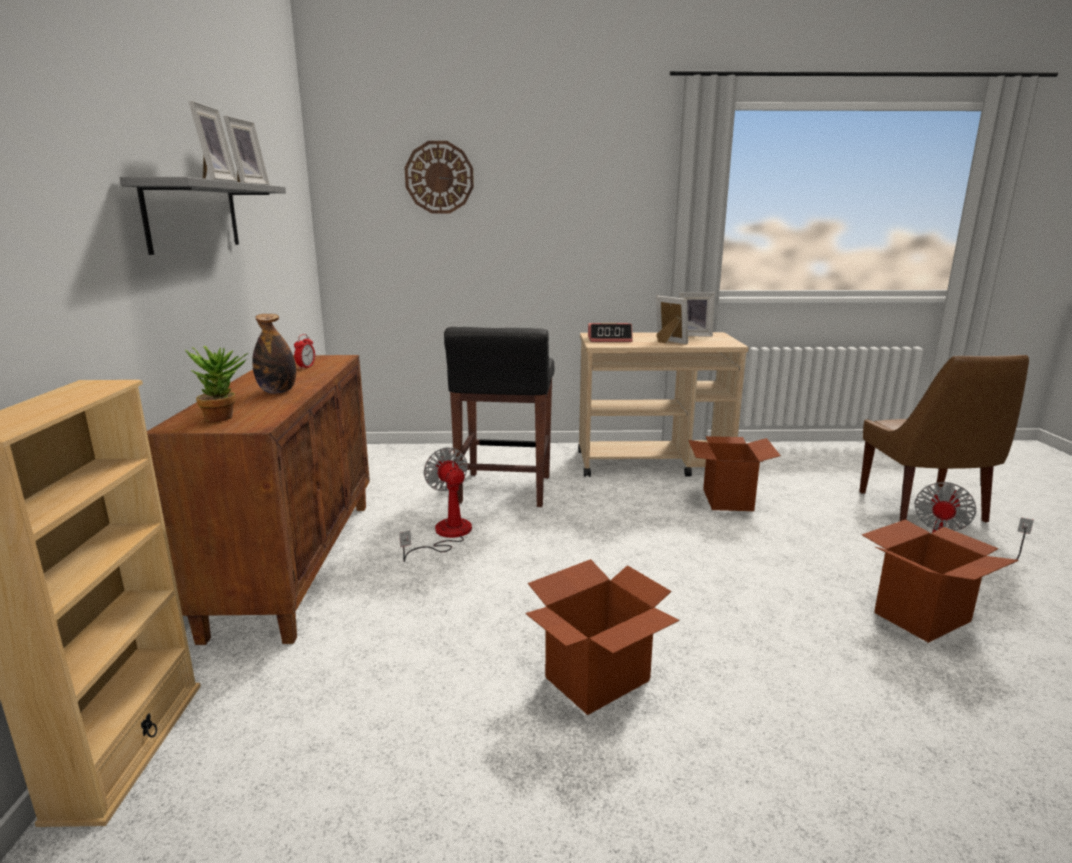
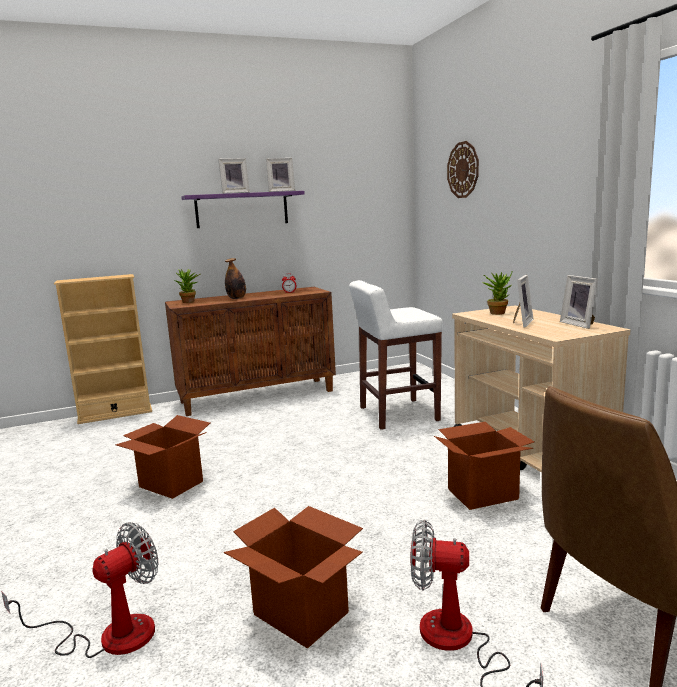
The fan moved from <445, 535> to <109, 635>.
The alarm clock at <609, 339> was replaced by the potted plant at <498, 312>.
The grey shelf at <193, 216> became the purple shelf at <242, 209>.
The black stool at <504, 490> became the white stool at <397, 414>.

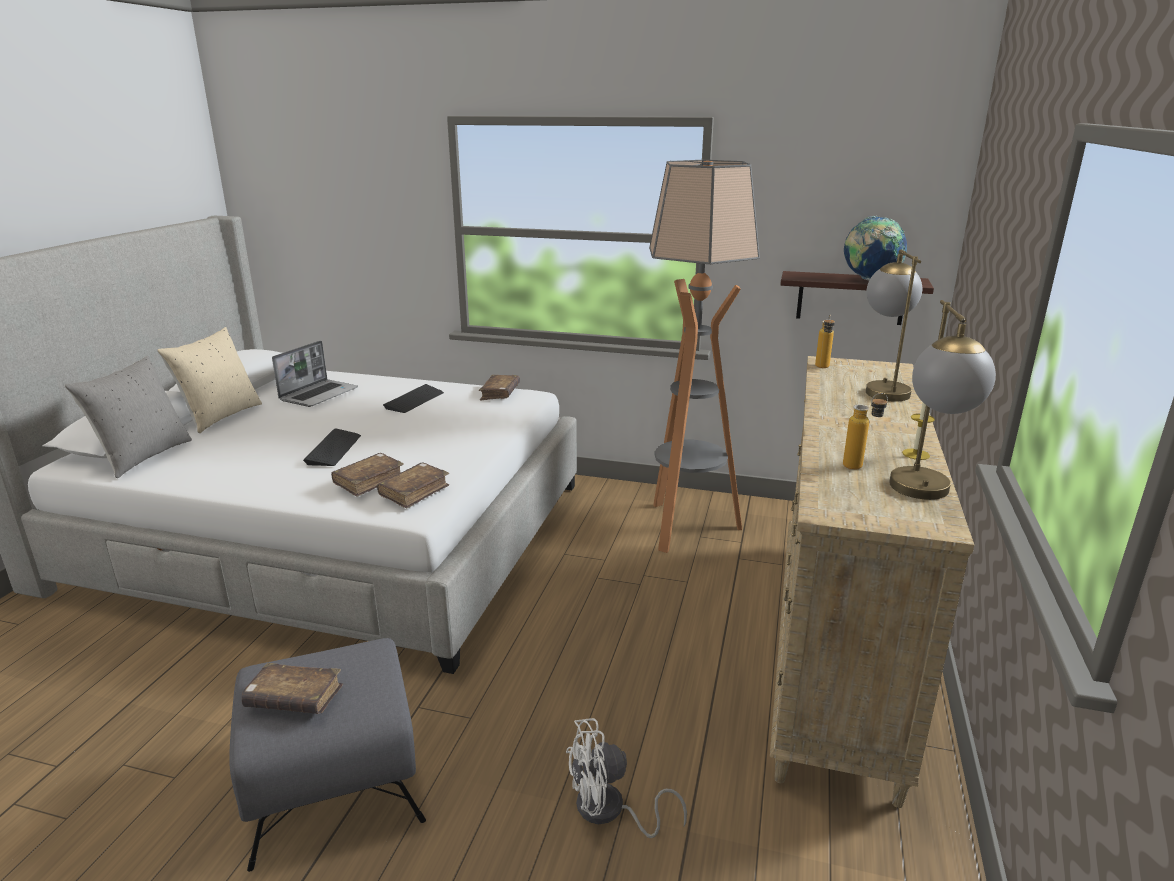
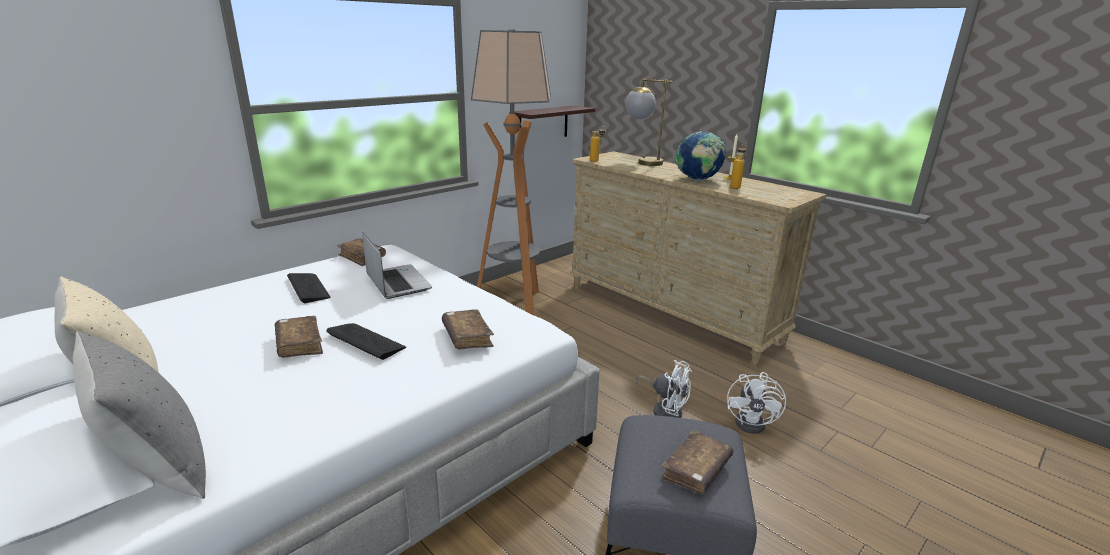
The table lamp at <924, 496> disappeared.
The white fan at <664, 409> appeared.
The laptop moved from <319, 394> to <397, 282>.
The brown book moved from <414, 492> to <299, 344>.
The globe moved from <869, 280> to <698, 180>.

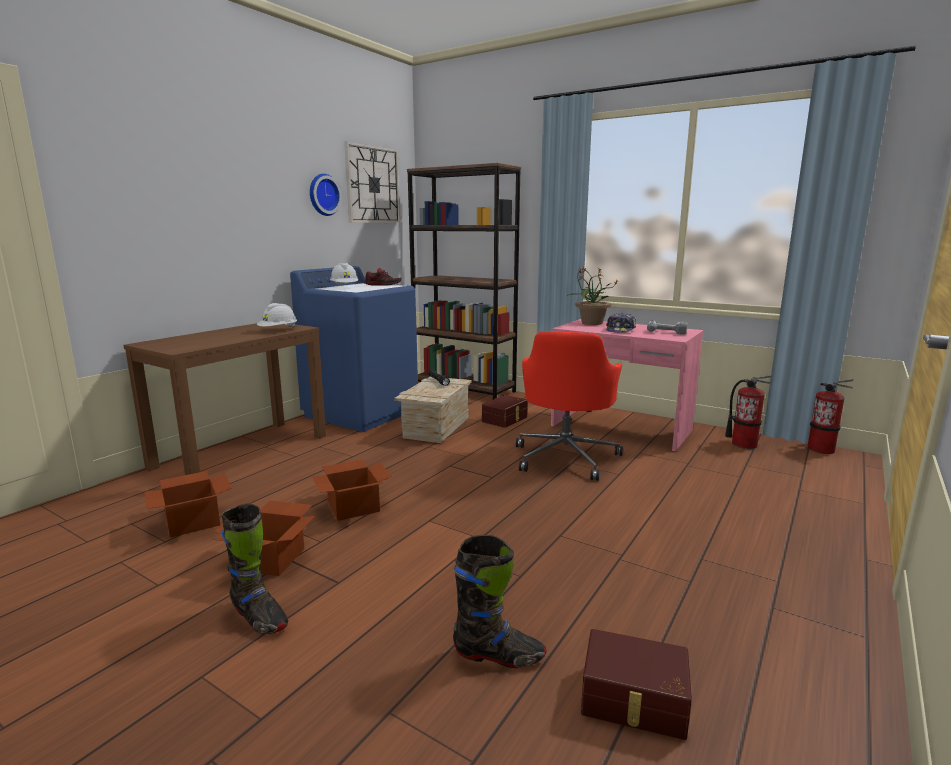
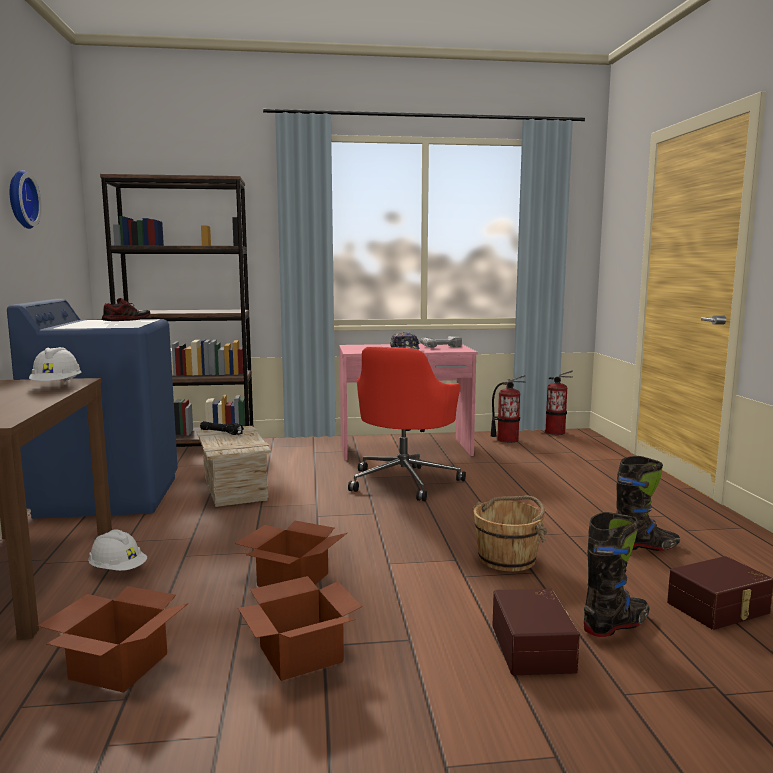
The wall clock at <373, 185> disappeared.
The potted plant at <591, 323> disappeared.
The brown bucket at <508, 558> appeared.
The black boot moved from <259, 617> to <645, 546>.
The white hard hat moved from <345, 287> to <118, 570>.
The brown storage box moved from <505, 419> to <534, 647>.
The red office chair at <566, 457> turned 45 degrees clockwise.

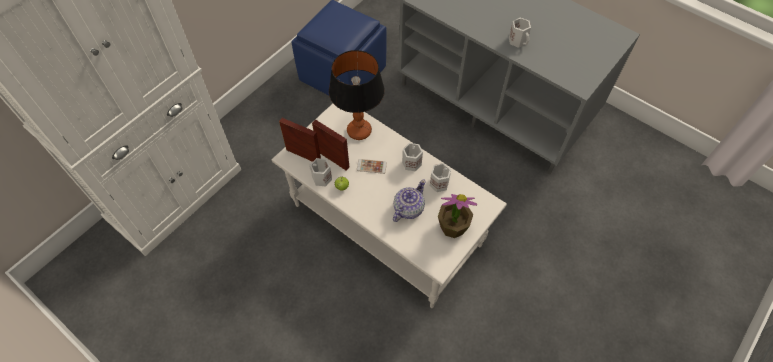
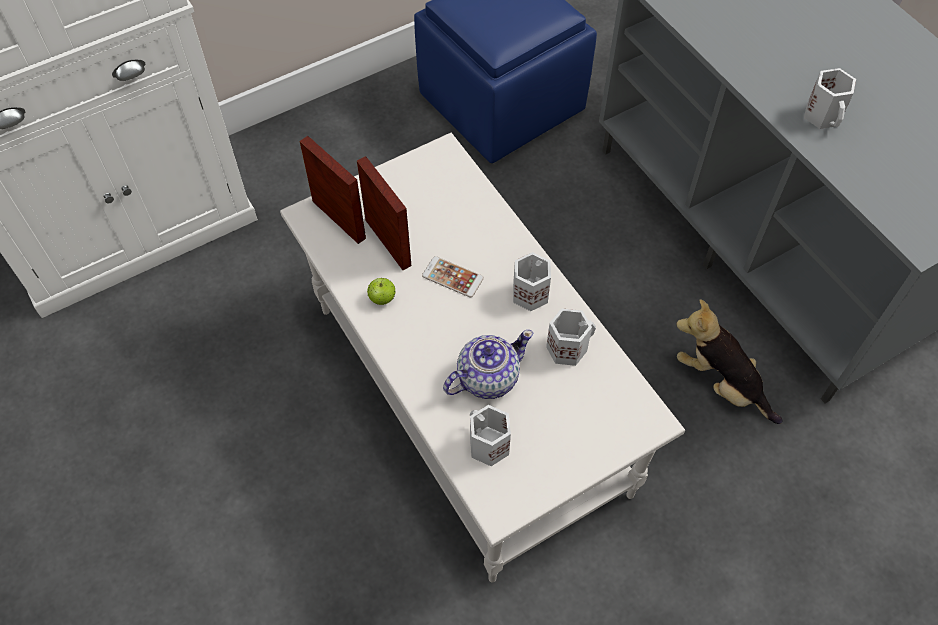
The table lamp at <359, 131> disappeared.
The potted plant at <452, 227> disappeared.
The plush toy at <721, 383> appeared.
The white mug moved from <321, 178> to <487, 445>.

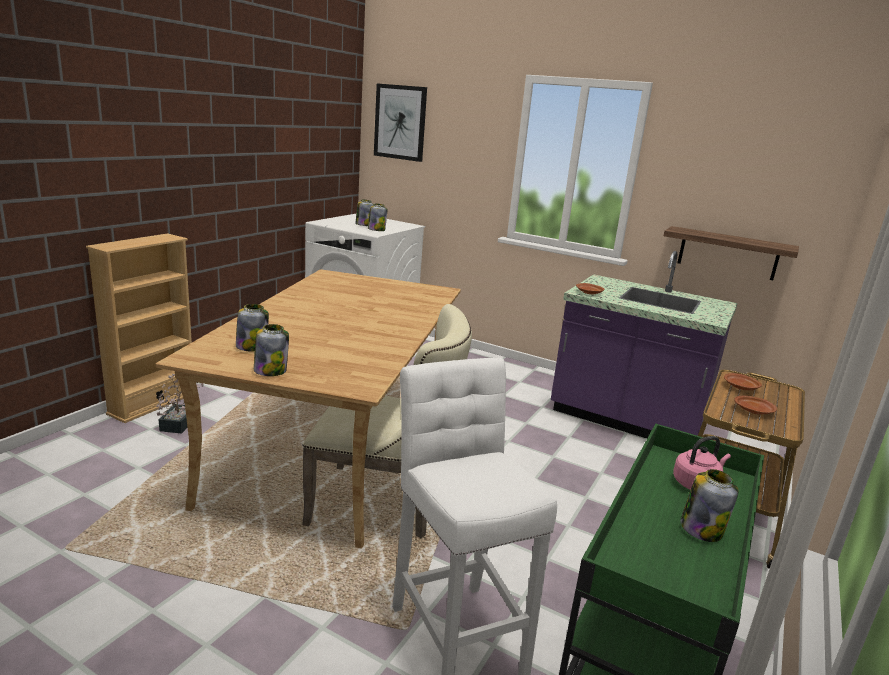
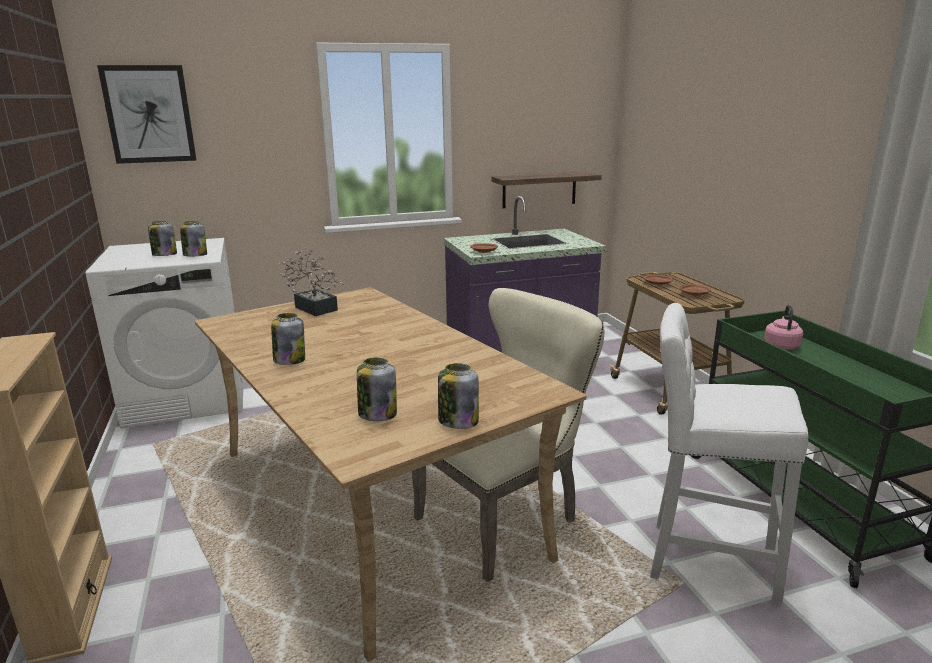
The potted plant moved from <181, 421> to <314, 307>.
The jar moved from <701, 528> to <289, 360>.

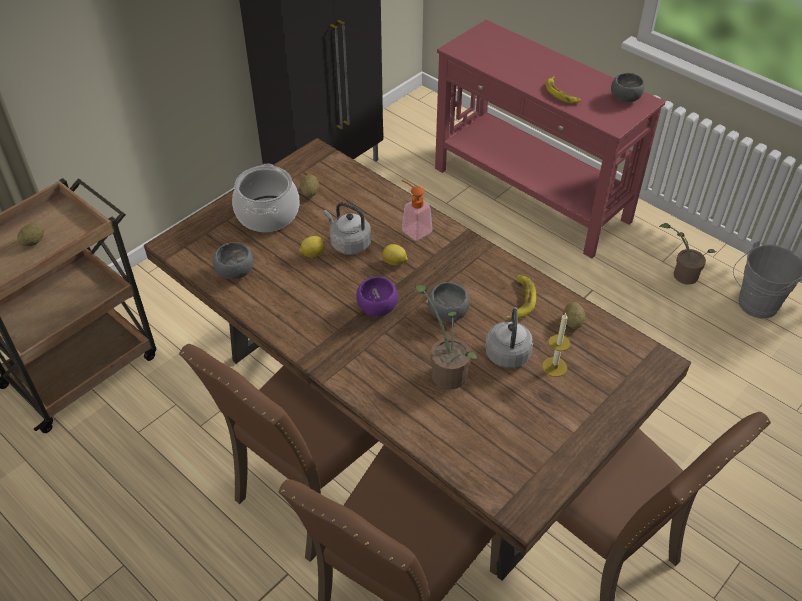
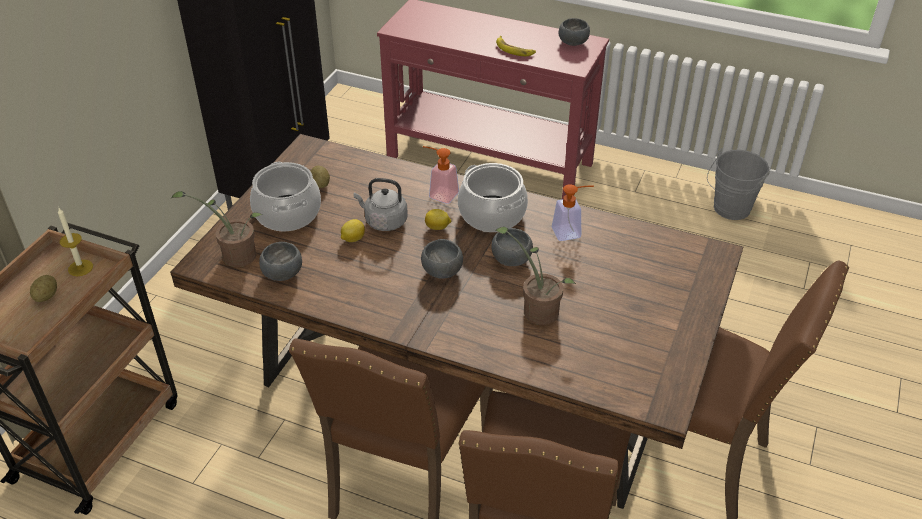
The grey kettle at <507, 352> disappeared.
The potato at <572, 322> disappeared.
The cooking pot at <492, 214> appeared.
The candle moved from <554, 367> to <80, 268>.
The potted plant moved from <681, 274> to <234, 255>.
The banana at <520, 300> was replaced by the soap dispenser at <571, 232>.
The purple bowl at <376, 308> became the grey bowl at <441, 271>.

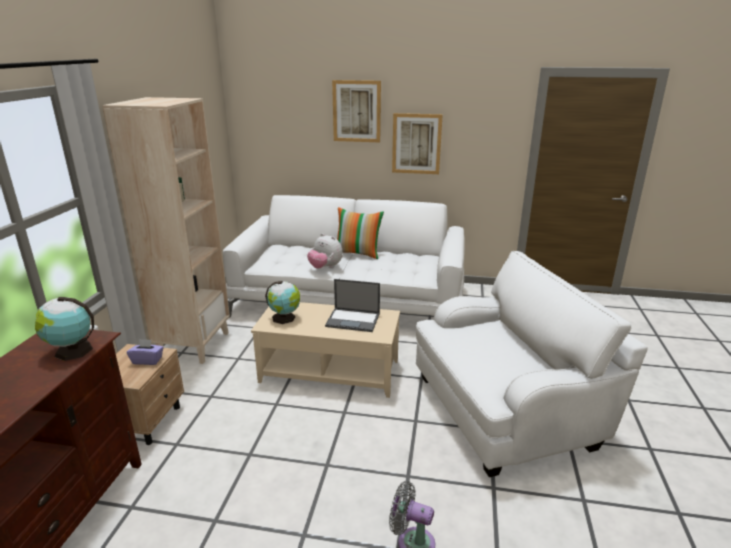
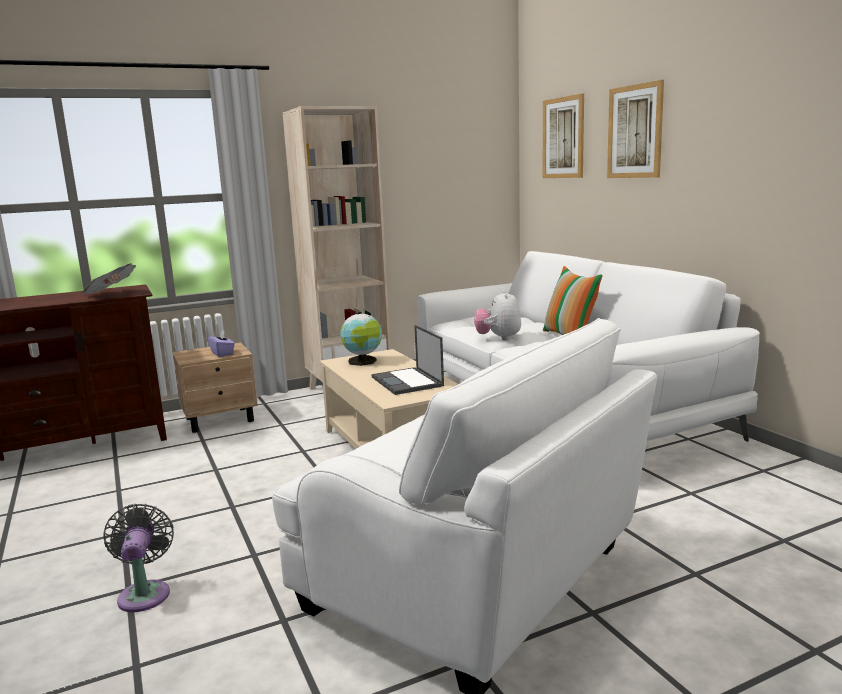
The picture moved from <416, 144> to <563, 138>.
The globe at <71, 351> was replaced by the newspaper at <110, 294>.

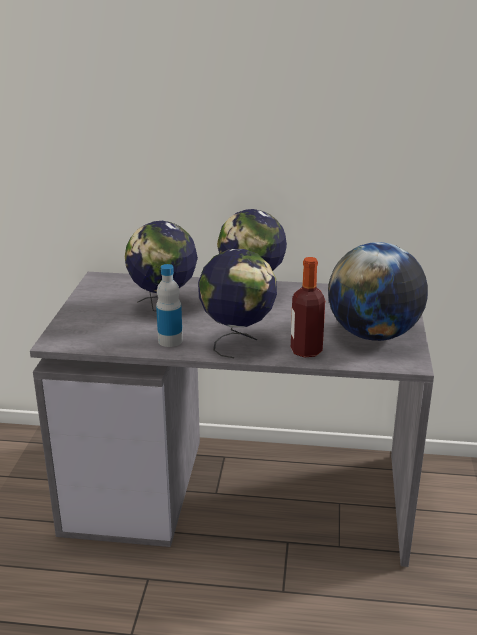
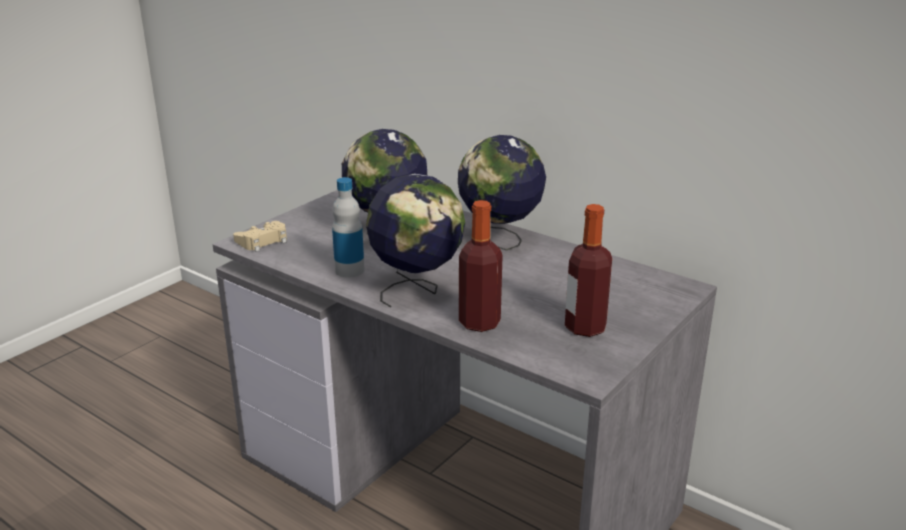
The beige game controller at <263, 241> appeared.
The globe at <373, 335> was replaced by the bottle at <585, 327>.

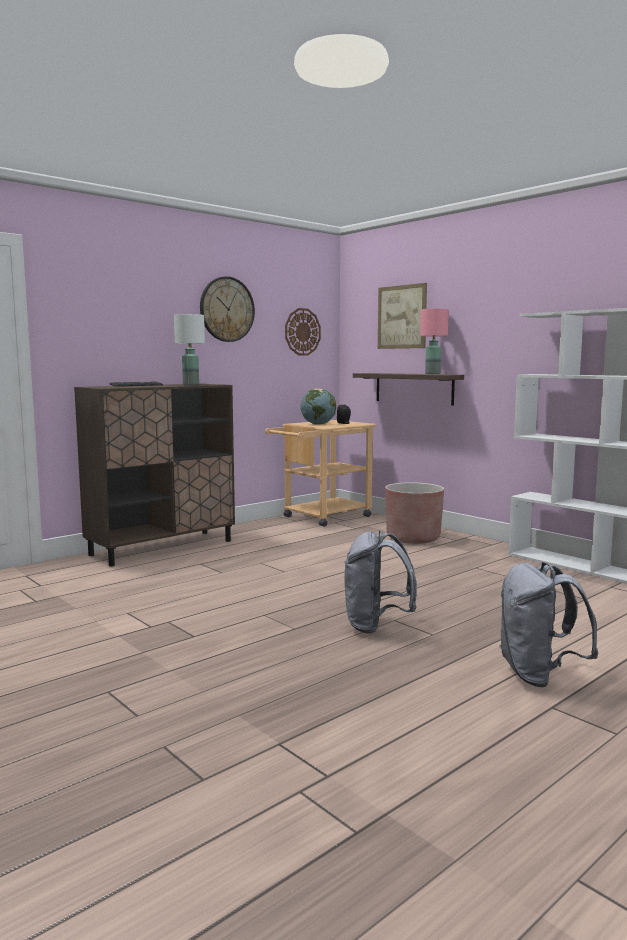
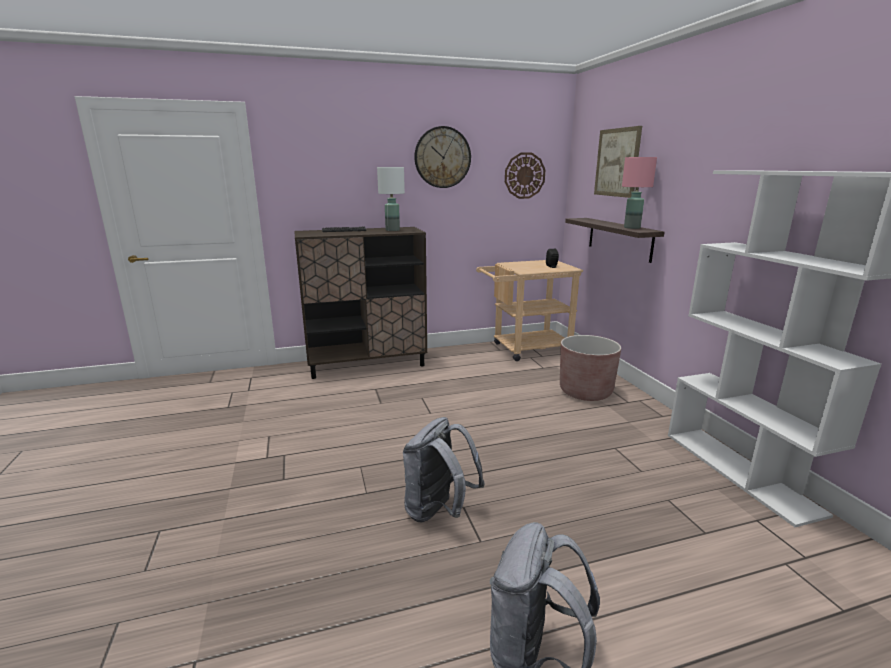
The globe at <318, 424> disappeared.

